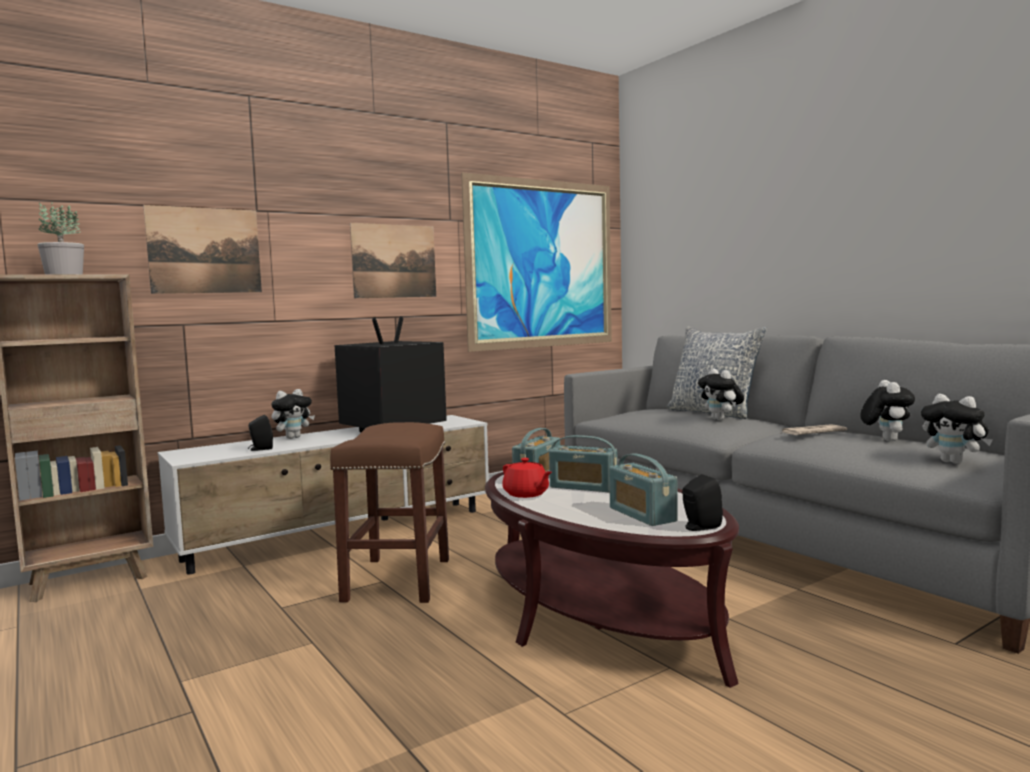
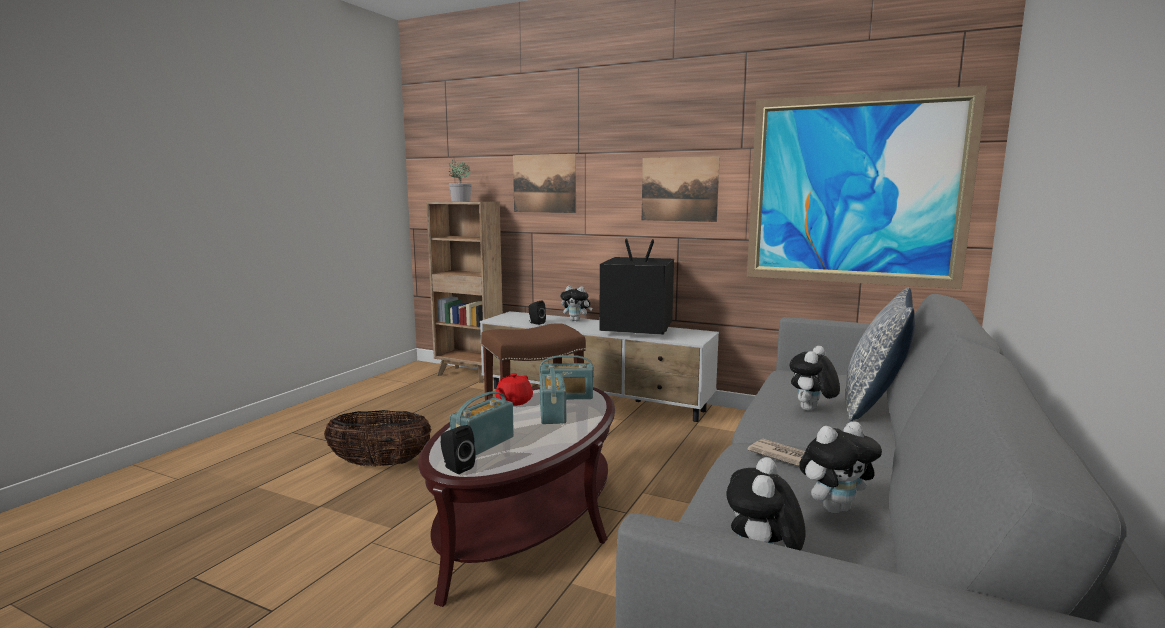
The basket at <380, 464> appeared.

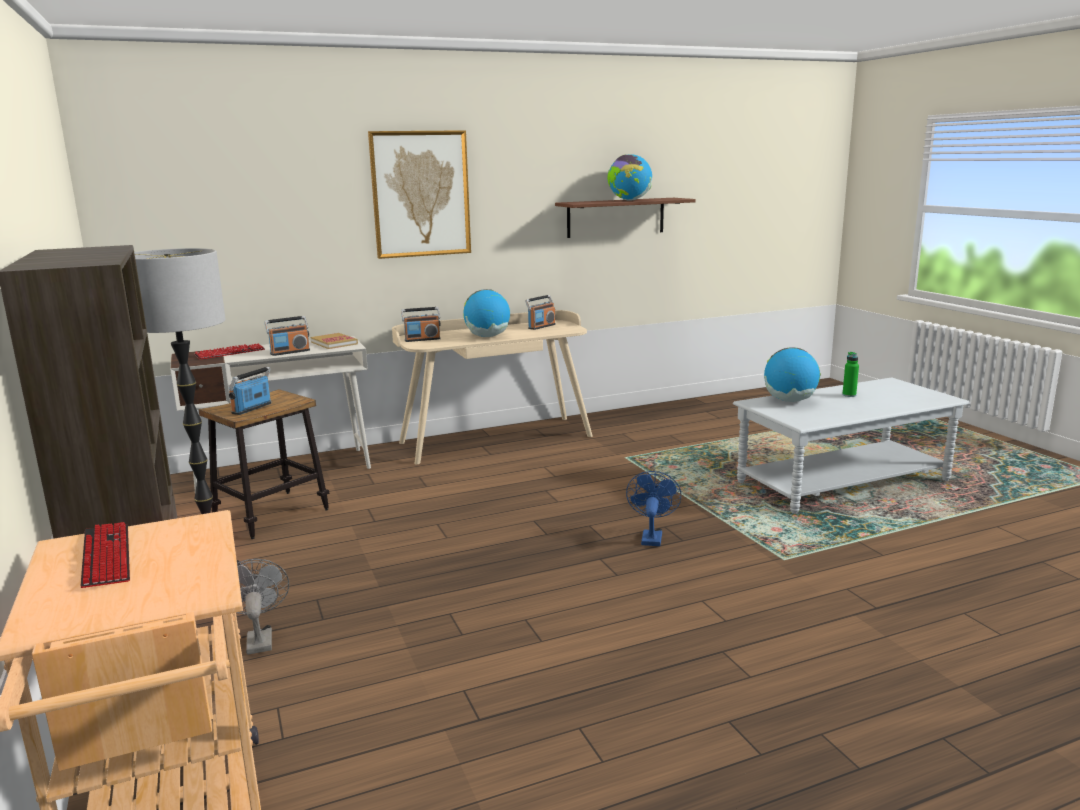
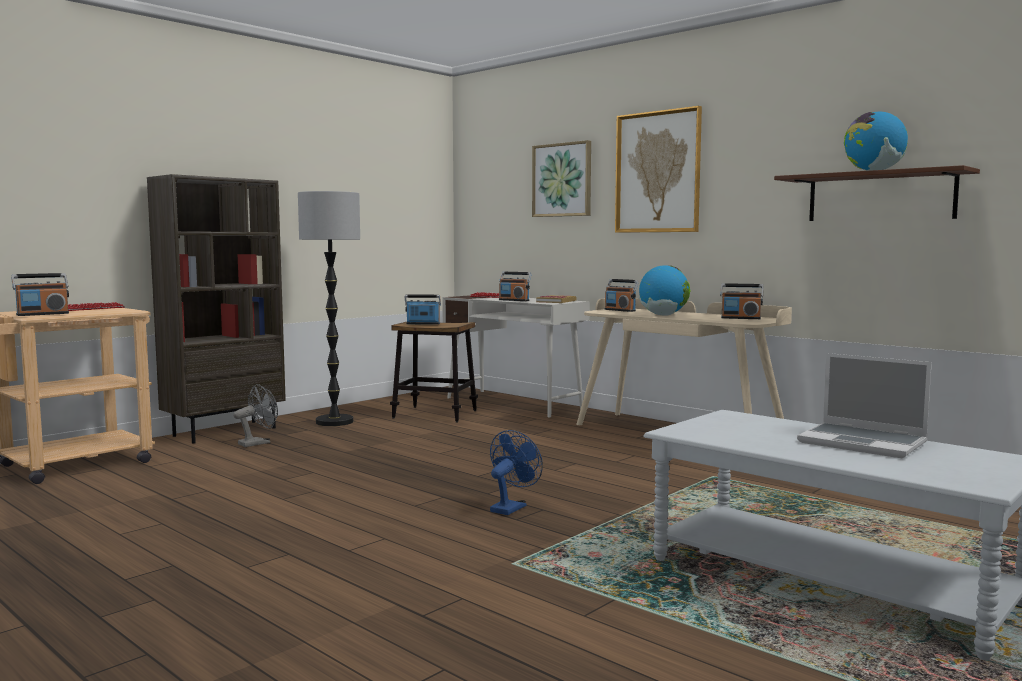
The globe at <790, 401> disappeared.
The radio at <42, 314> appeared.
The picture at <562, 180> appeared.
The green bottle at <849, 395> was replaced by the laptop at <864, 443>.
The blue fan at <651, 537> turned 45 degrees counterclockwise.

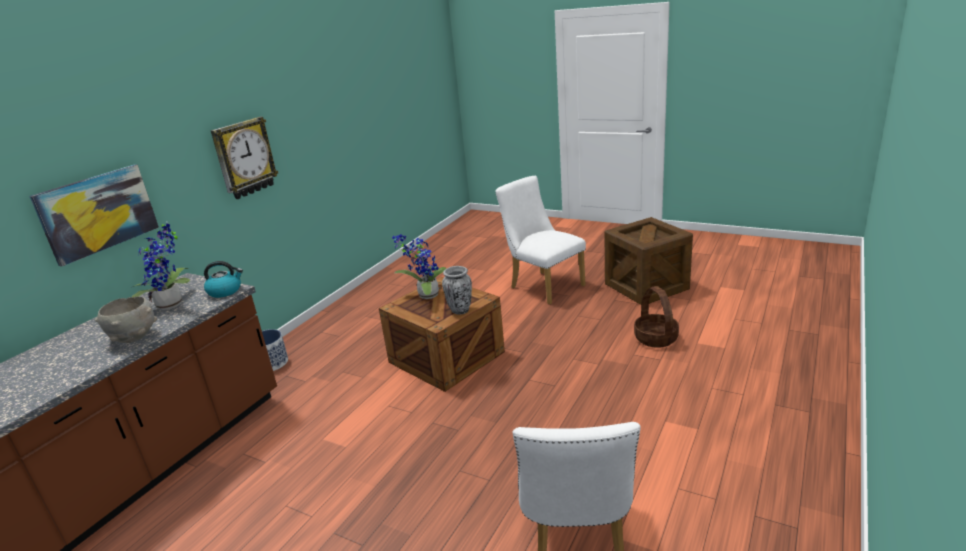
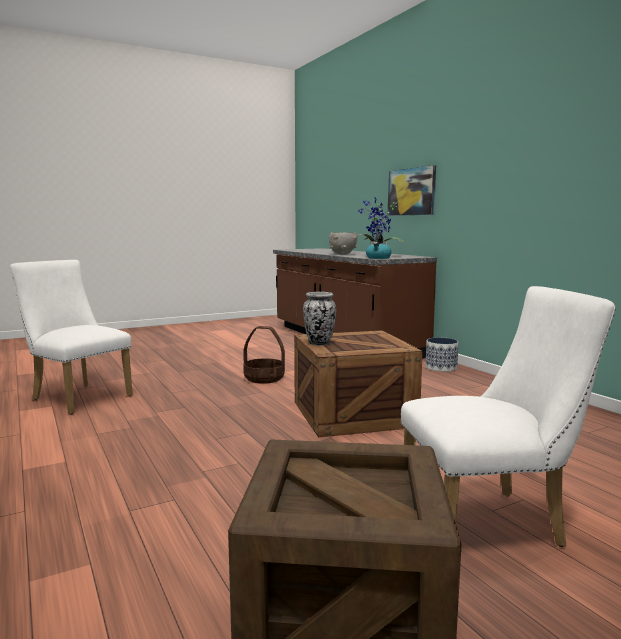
The wall clock at <244, 158> disappeared.
The potted plant at <425, 295> disappeared.
The basket moved from <655, 338> to <264, 378>.

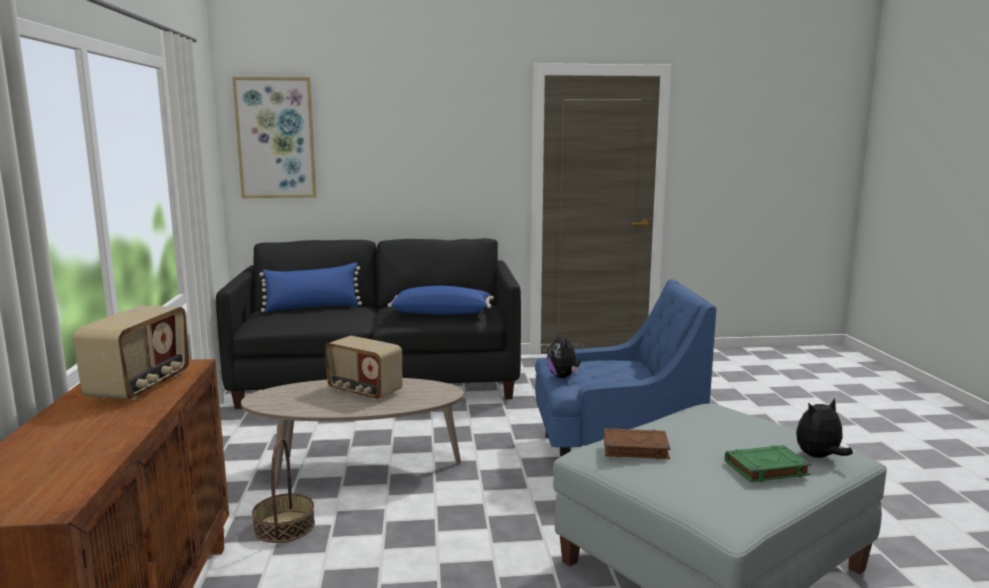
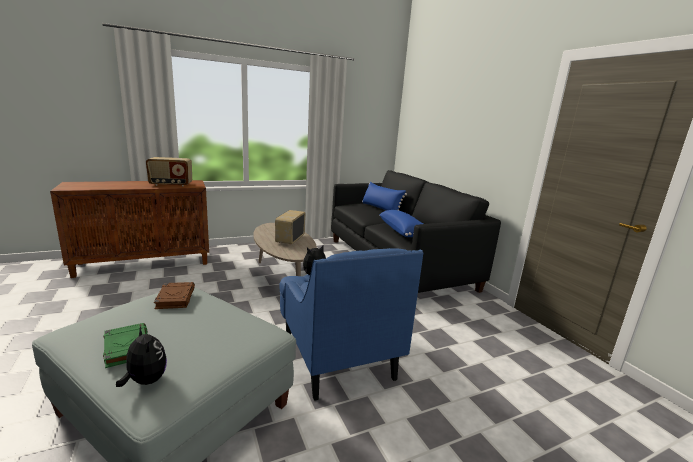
The picture at <276, 138> disappeared.
The basket at <284, 526> disappeared.

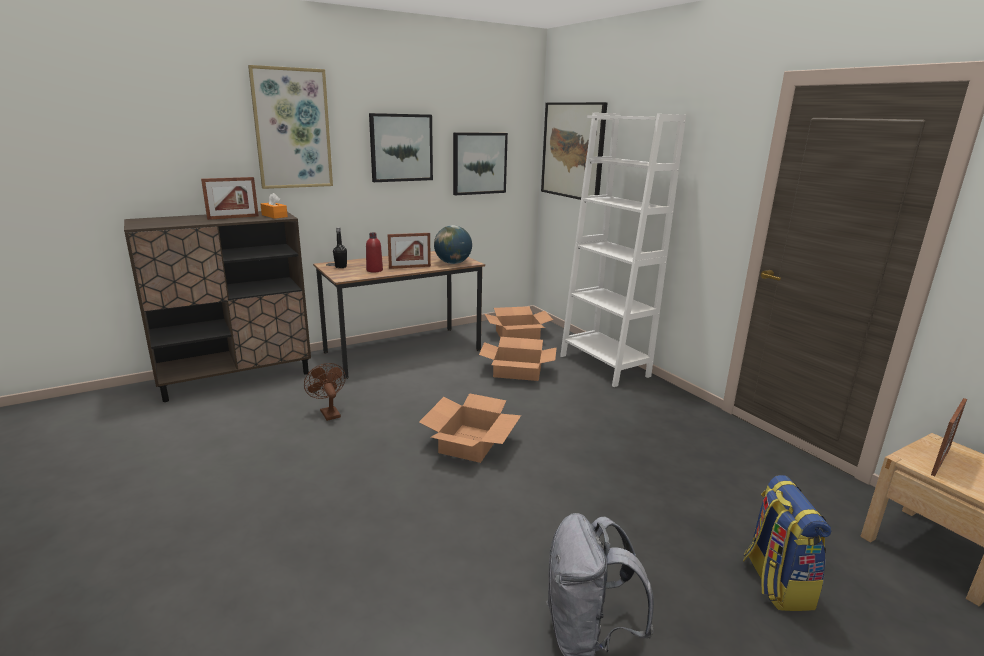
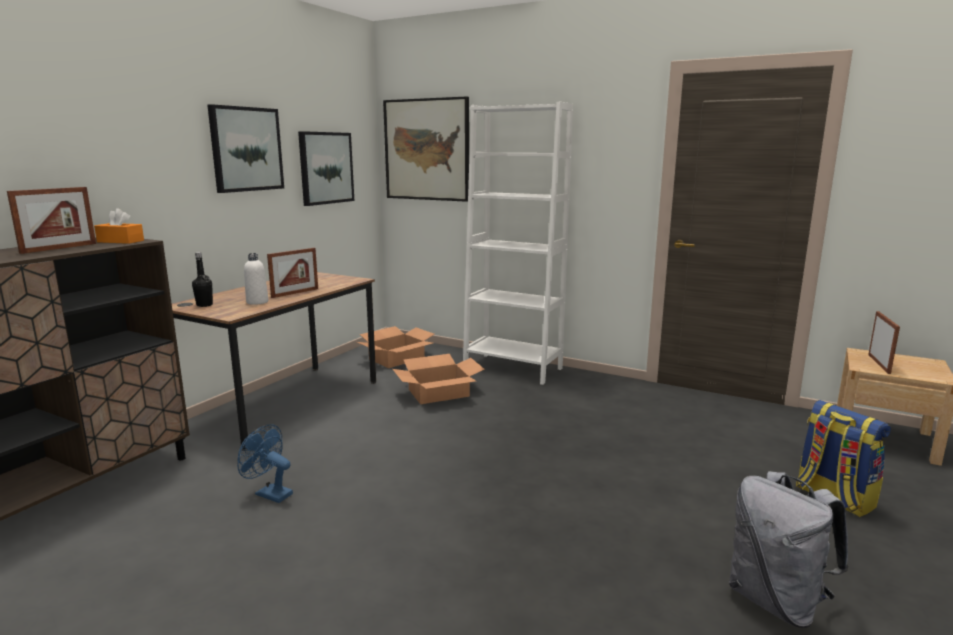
The picture at <292, 129> disappeared.
The cardboard box at <470, 443> disappeared.
The globe at <453, 263> disappeared.
The brown fan at <328, 412> became the blue fan at <269, 493>.
The red bottle at <374, 270> became the white bottle at <257, 302>.

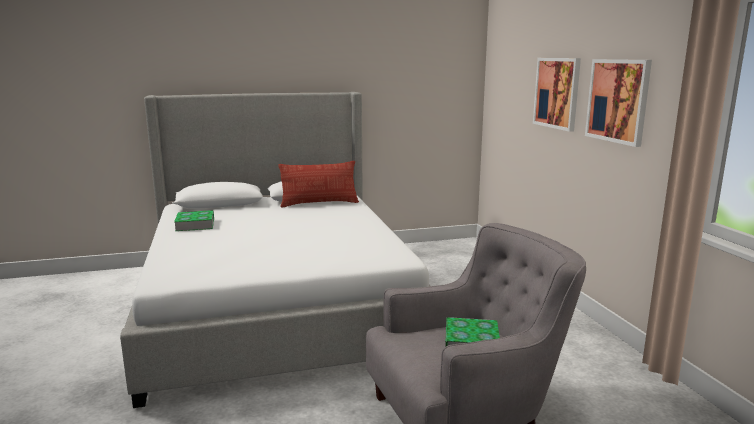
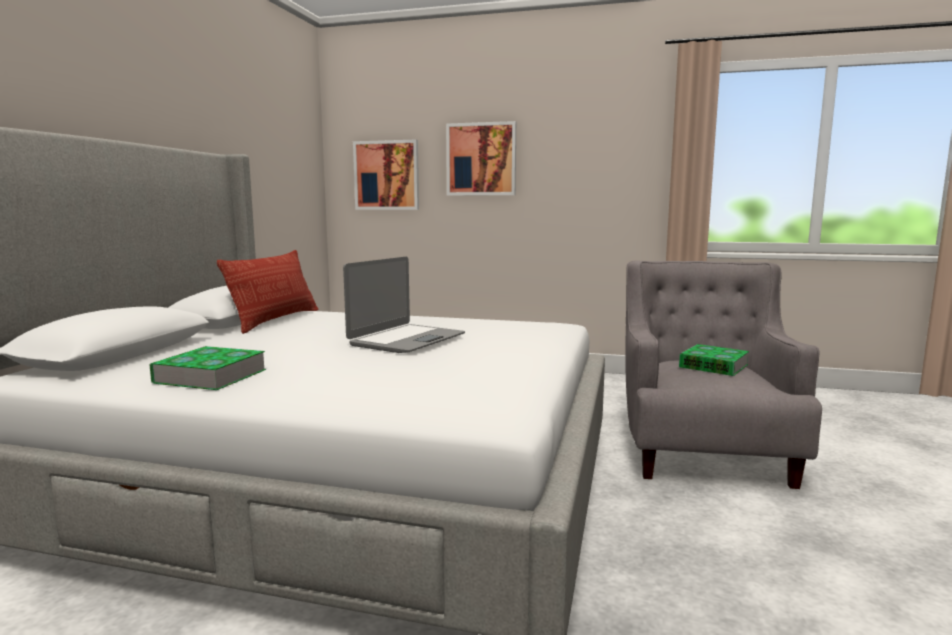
The laptop at <406, 340> appeared.
The picture moved from <618, 100> to <386, 175>.

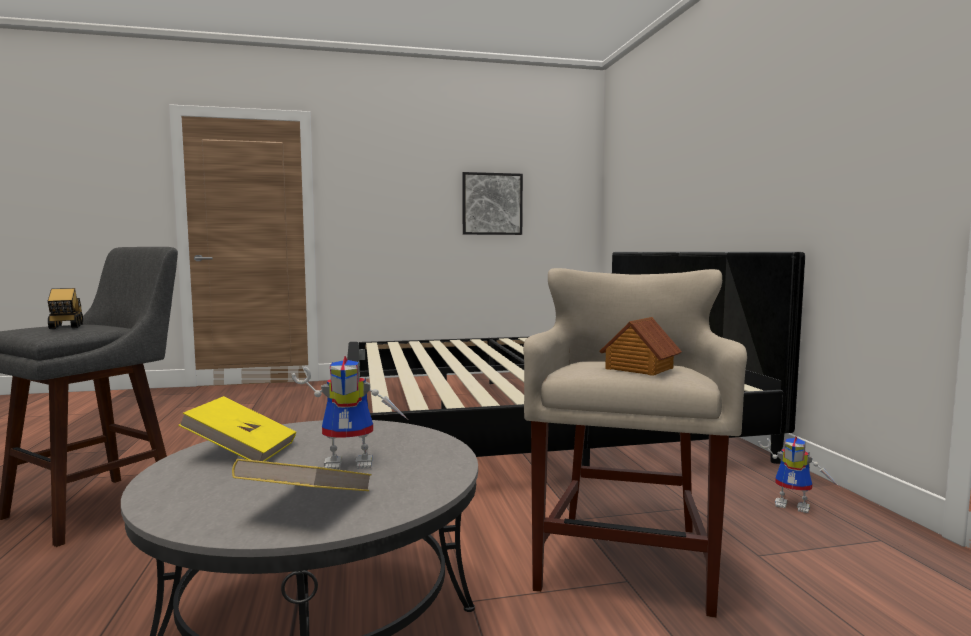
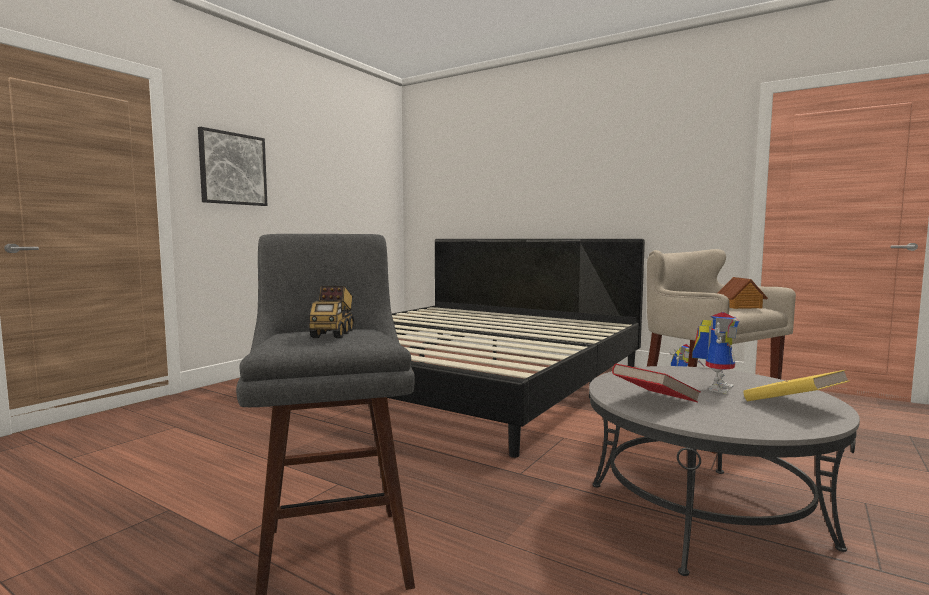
The picture moved from <492, 204> to <233, 169>.
The yellow book at <241, 451> became the red book at <655, 401>.
The toy truck at <66, 327> turned 105 degrees counterclockwise.

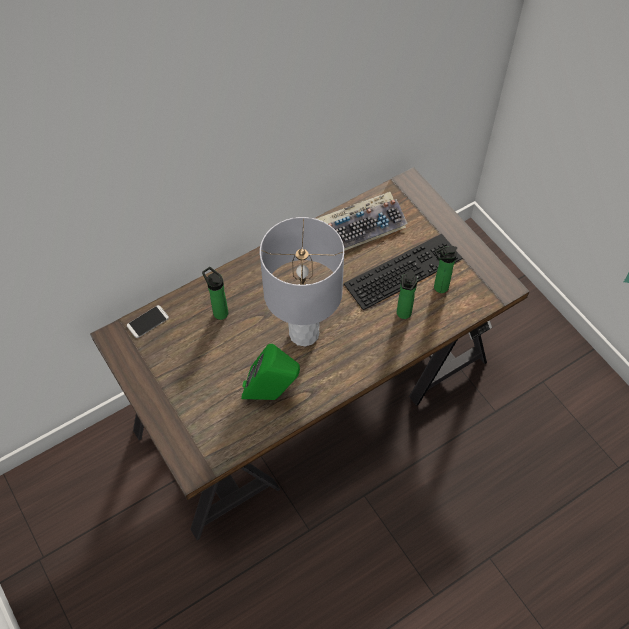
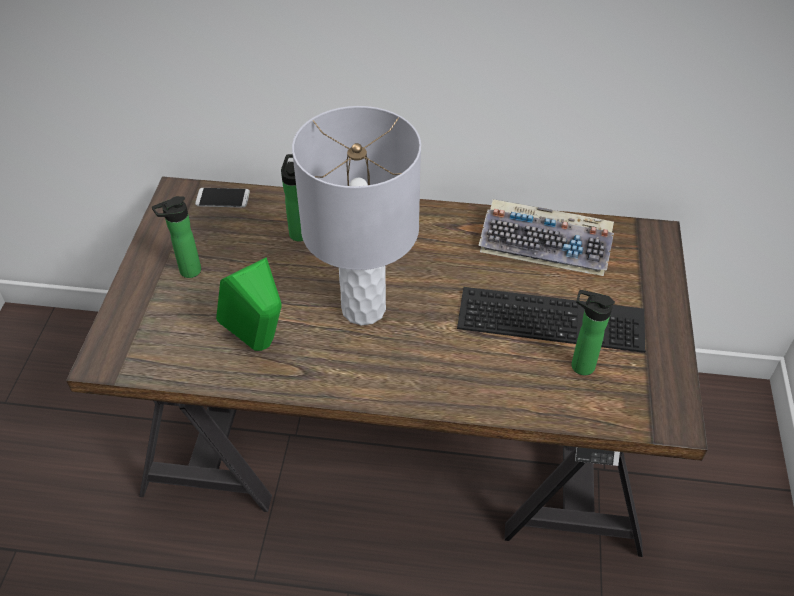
The bottle moved from <403, 315> to <187, 272>.

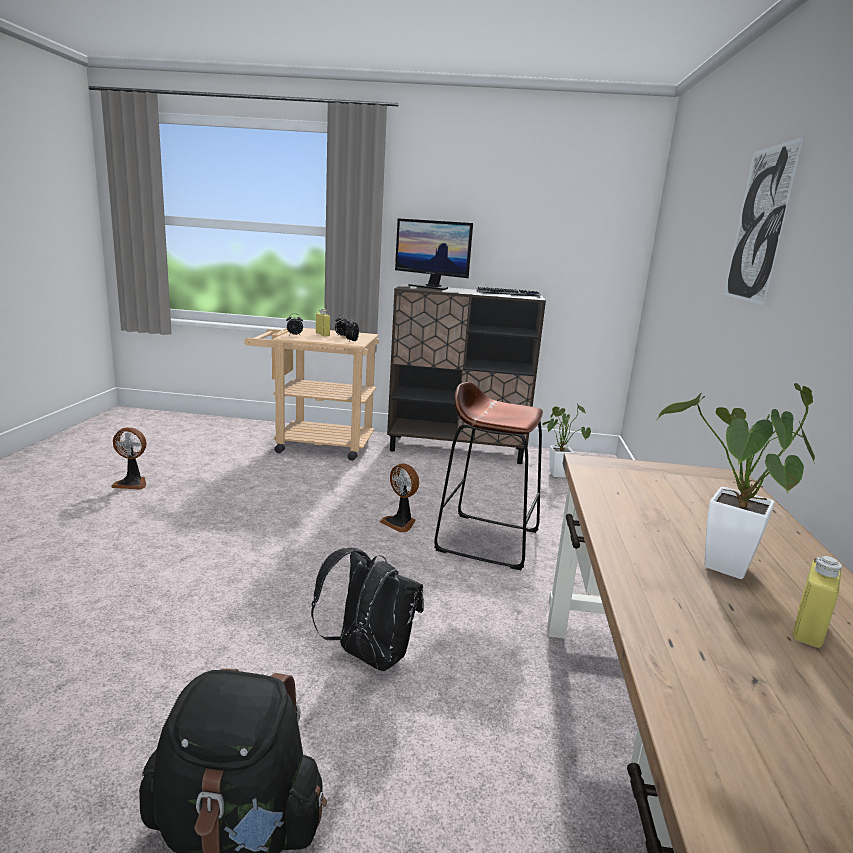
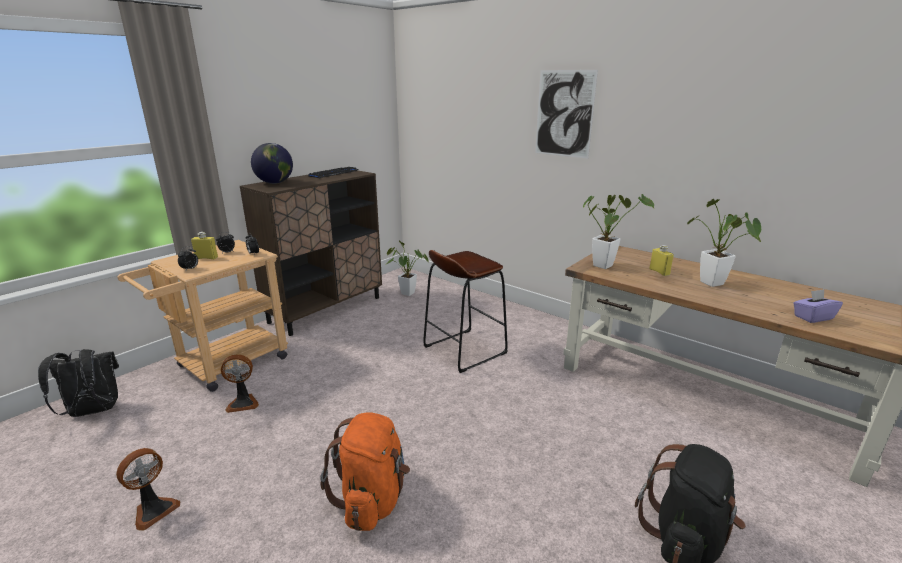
The orange backpack at <372, 499> appeared.
The potted plant at <605, 265> appeared.
The purple tissue box at <812, 317> appeared.
The black backpack moved from <368, 657> to <93, 411>.
The fan moved from <400, 523> to <243, 403>.
The yellow bottle moved from <808, 629> to <659, 272>.
The monitor at <431, 287> was replaced by the globe at <275, 183>.

